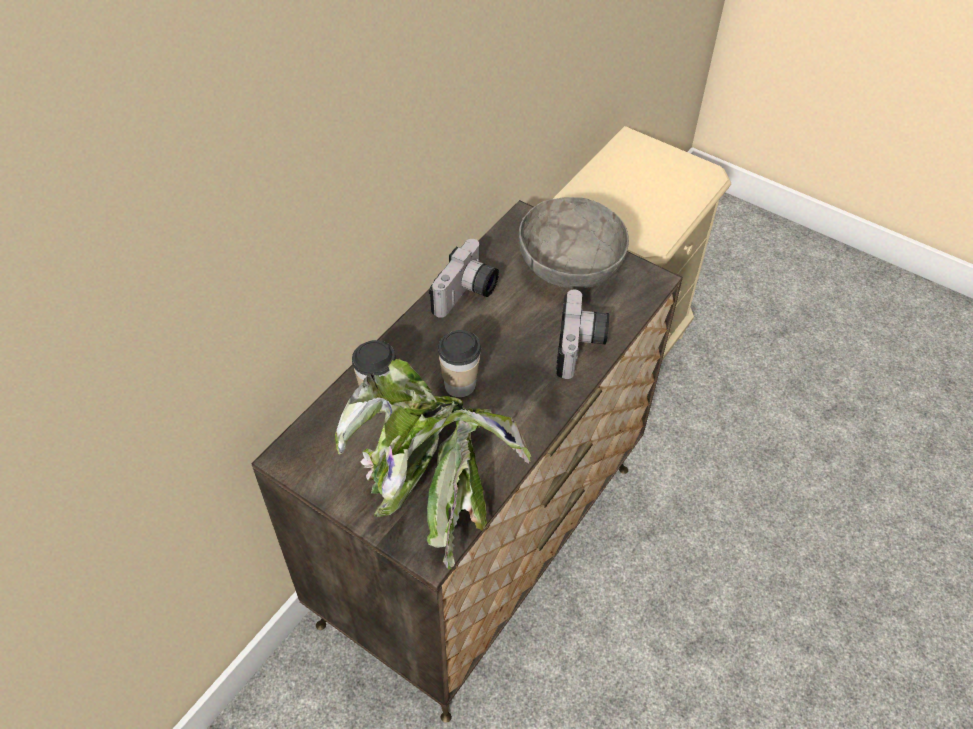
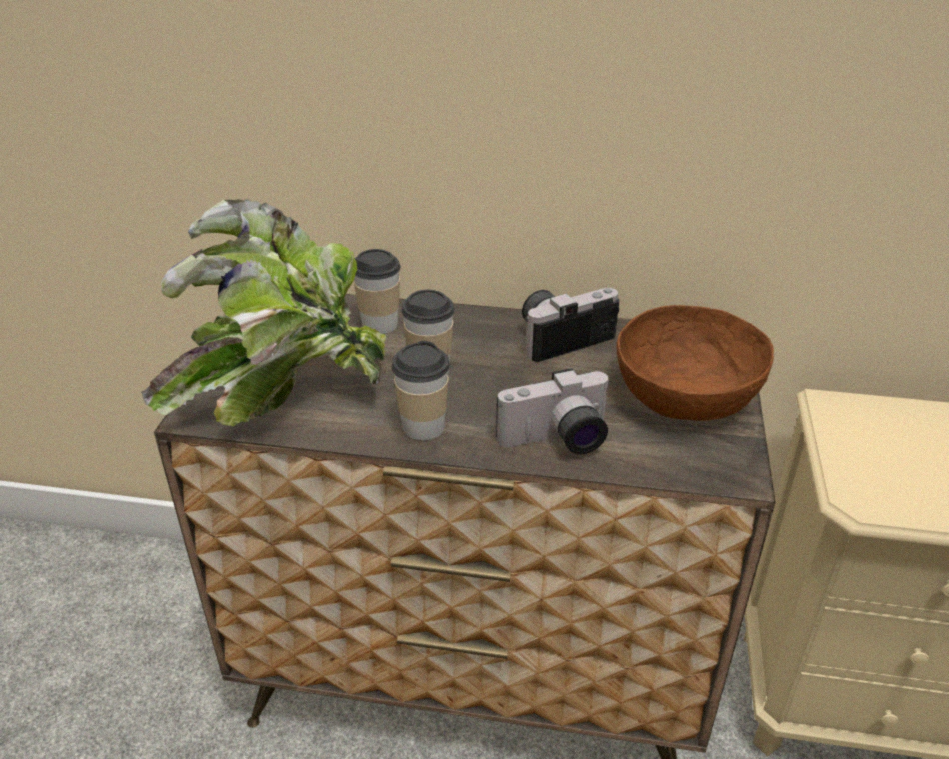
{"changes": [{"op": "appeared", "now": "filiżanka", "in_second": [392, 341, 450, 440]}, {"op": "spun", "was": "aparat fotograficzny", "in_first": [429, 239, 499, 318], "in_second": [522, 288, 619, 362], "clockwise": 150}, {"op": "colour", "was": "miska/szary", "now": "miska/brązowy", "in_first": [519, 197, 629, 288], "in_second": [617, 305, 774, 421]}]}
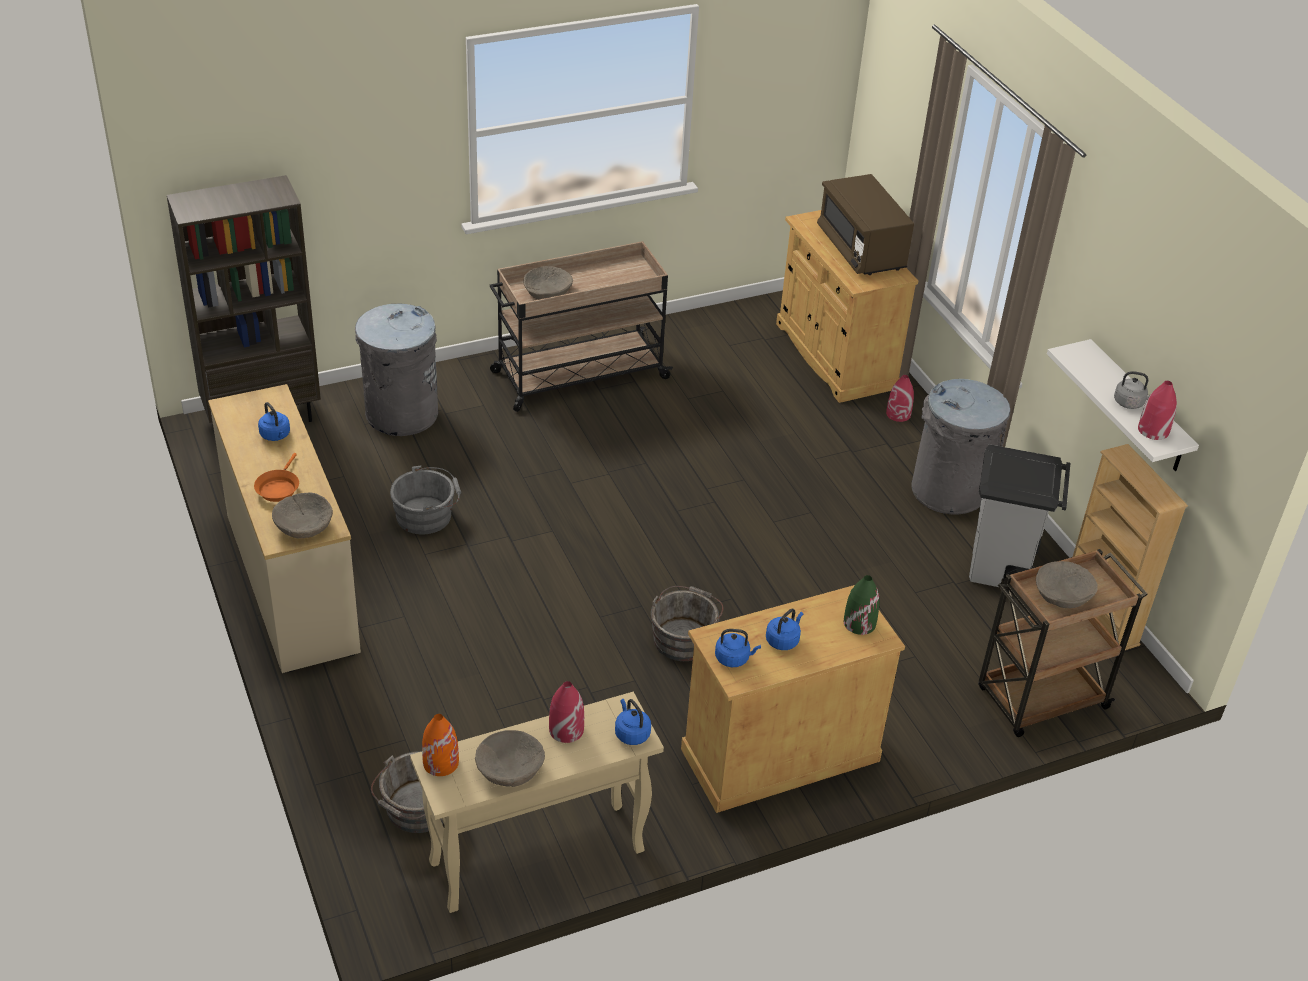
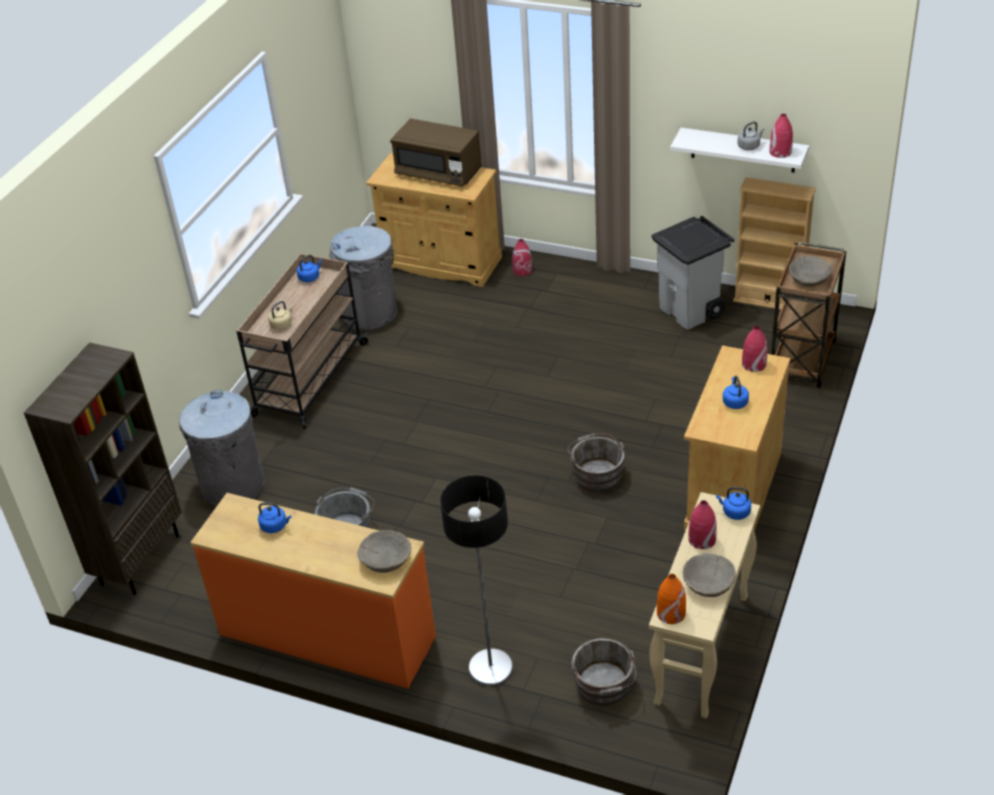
{"changes": [{"op": "colour", "was": "komoda/beżowy", "now": "komoda/pomarańczowy", "in_first": [208, 384, 361, 673], "in_second": [190, 493, 436, 689]}, {"op": "exchanged", "was": "miska/beżowy", "now": "czajnik/beżowy", "in_first": [524, 266, 573, 299], "in_second": [268, 301, 294, 330]}, {"op": "relocated", "was": "czajnik/niebieski", "in_first": [715, 629, 761, 667], "in_second": [297, 255, 322, 282]}, {"op": "relocated", "was": "kosz na śmieci/szary", "in_first": [911, 379, 1010, 515], "in_second": [329, 226, 398, 330]}, {"op": "appeared", "now": "lampa stojąca", "in_second": [440, 475, 513, 687]}, {"op": "colour", "was": "wazon/zielony", "now": "wazon/czerwony", "in_first": [844, 575, 880, 635], "in_second": [742, 326, 767, 372]}, {"op": "missing", "was": "patelnia/pomarańczowy", "in_first": [254, 453, 299, 502]}]}
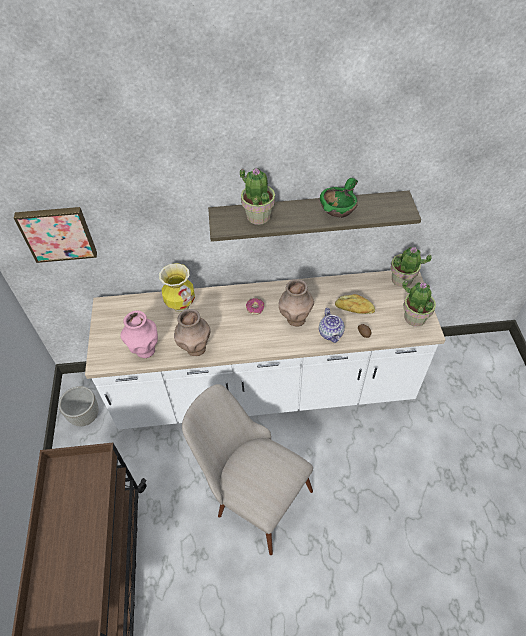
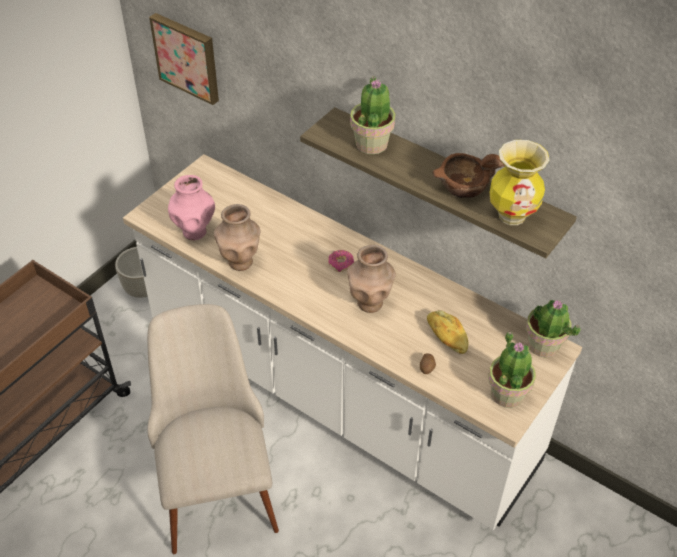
{"changes": [{"op": "colour", "was": "miska/zielony", "now": "miska/brązowy", "in_first": [320, 178, 358, 218], "in_second": [433, 153, 505, 198]}, {"op": "relocated", "was": "wazon", "in_first": [159, 263, 195, 313], "in_second": [489, 140, 550, 225]}, {"op": "missing", "was": "imbryk", "in_first": [319, 308, 345, 343]}]}
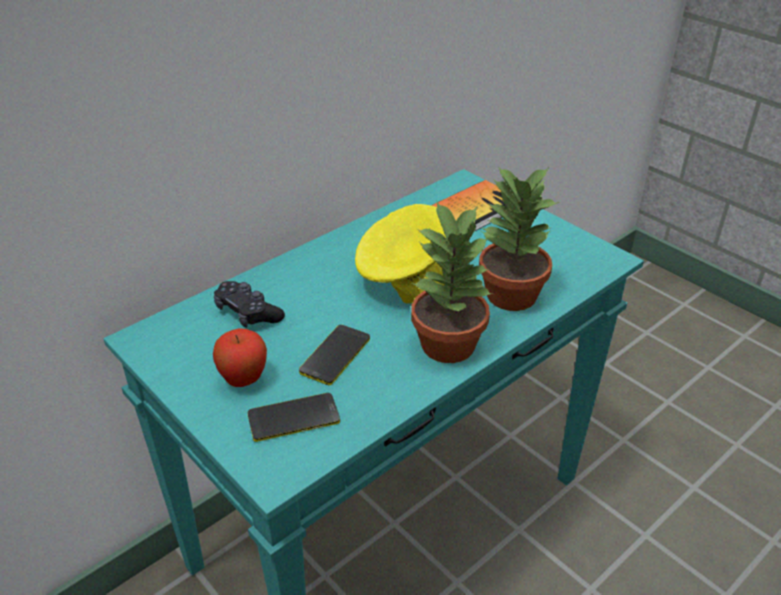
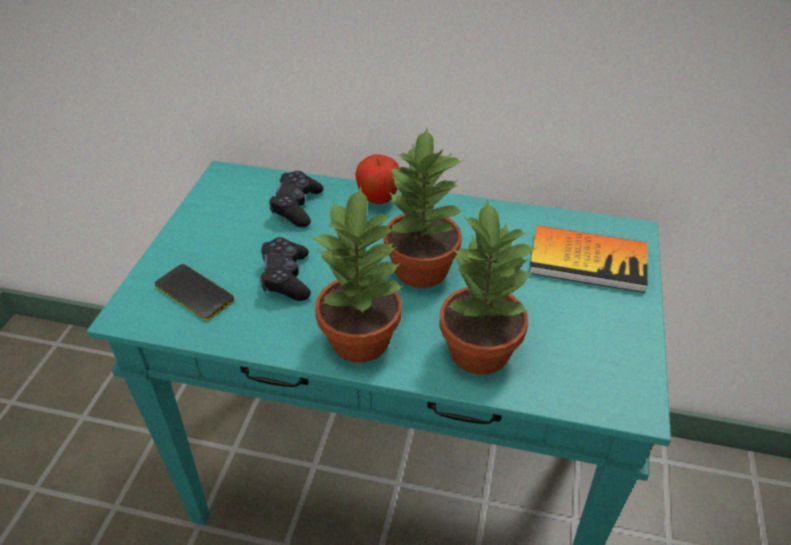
{"changes": [{"op": "exchanged", "was": "telefon", "now": "pad do gier/czarny", "in_first": [299, 325, 370, 385], "in_second": [260, 237, 311, 301]}, {"op": "relocated", "was": "jabłko", "in_first": [213, 329, 267, 387], "in_second": [355, 154, 399, 204]}, {"op": "exchanged", "was": "miska/żółty", "now": "roślina doniczkowa", "in_first": [355, 204, 446, 304], "in_second": [384, 128, 465, 288]}]}
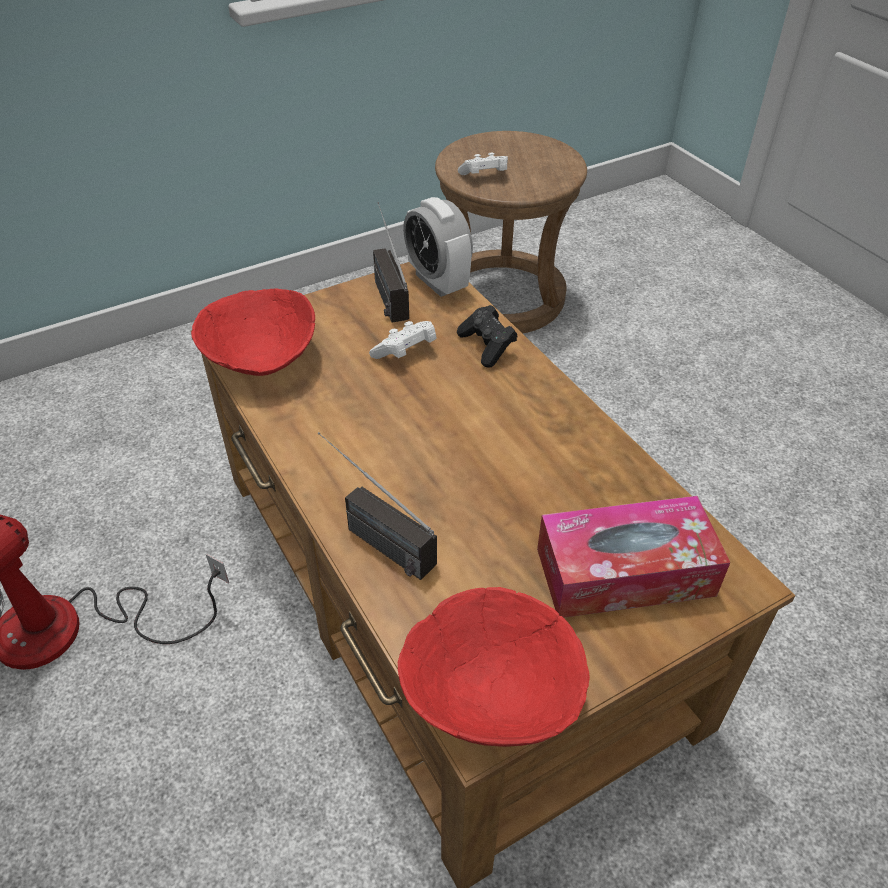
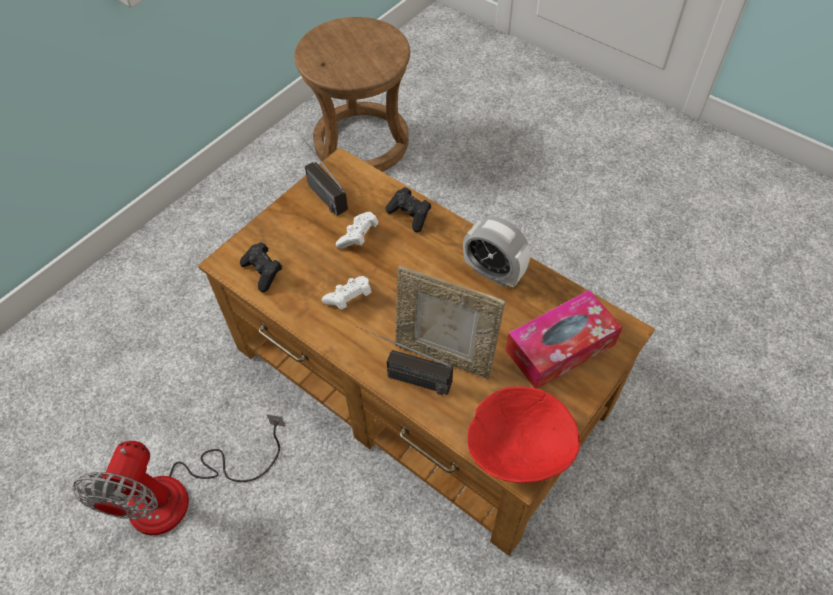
{"changes": [{"op": "exchanged", "was": "miska/czerwony", "now": "pad do gier/czarny", "in_first": [191, 288, 315, 376], "in_second": [240, 242, 282, 292]}, {"op": "relocated", "was": "pad do gier/biały", "in_first": [458, 152, 508, 175], "in_second": [321, 276, 372, 310]}, {"op": "appeared", "now": "ramka na zdjęcie", "in_second": [395, 265, 505, 379]}, {"op": "relocated", "was": "budzik", "in_first": [403, 197, 473, 297], "in_second": [463, 217, 530, 287]}]}
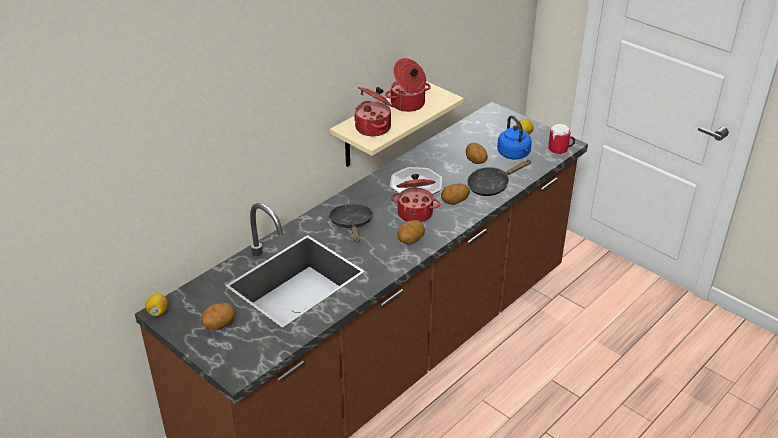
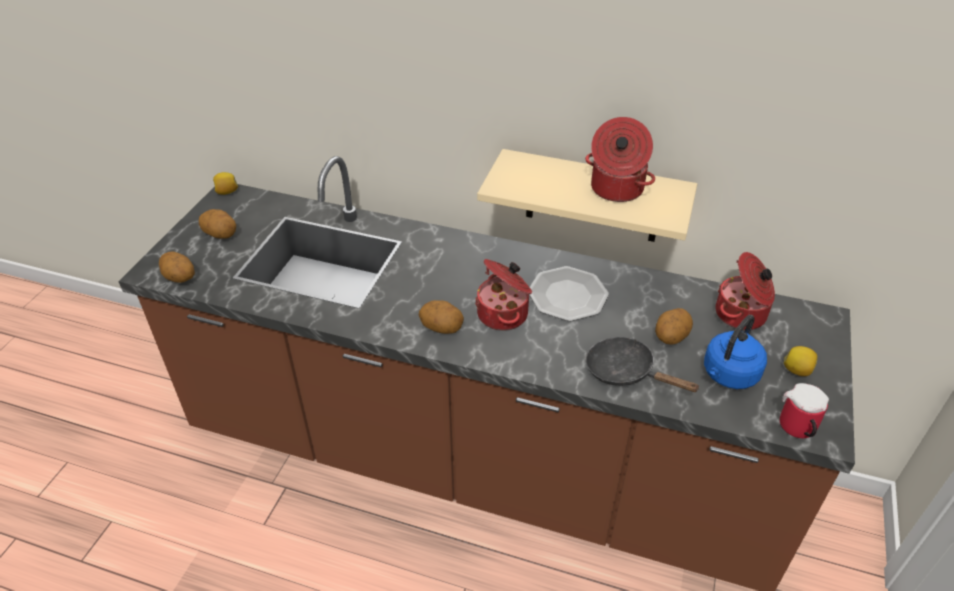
{"changes": [{"op": "relocated", "was": "ziemniak", "in_first": [441, 184, 470, 205], "in_second": [159, 251, 195, 283]}, {"op": "relocated", "was": "garnek", "in_first": [354, 87, 393, 136], "in_second": [715, 252, 775, 330]}, {"op": "missing", "was": "patelnia/czarny", "in_first": [329, 204, 373, 243]}]}
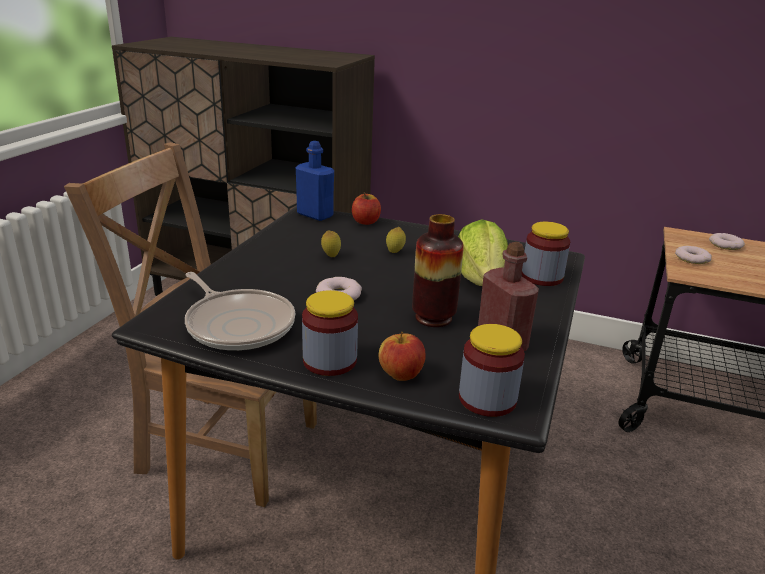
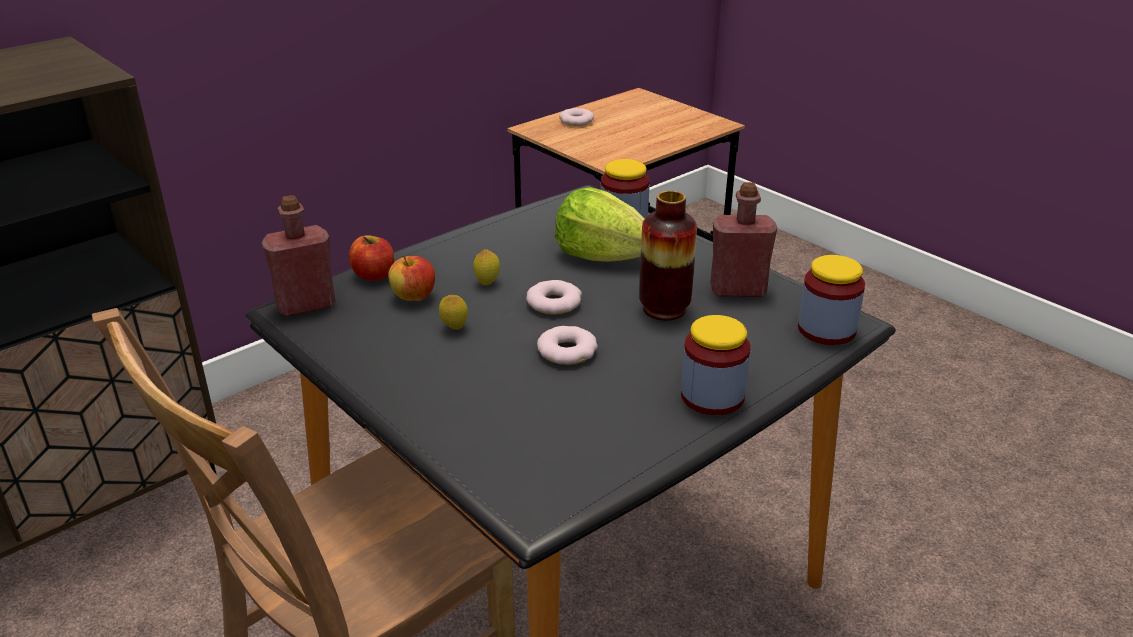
{"changes": [{"op": "colour", "was": "butelka/niebieski", "now": "butelka/czerwony", "in_first": [296, 141, 334, 221], "in_second": [262, 195, 336, 317]}, {"op": "relocated", "was": "jabłko", "in_first": [379, 332, 426, 381], "in_second": [388, 256, 435, 301]}, {"op": "relocated", "was": "donut", "in_first": [675, 246, 712, 264], "in_second": [526, 280, 582, 315]}, {"op": "missing", "was": "patelnia", "in_first": [185, 272, 295, 351]}]}
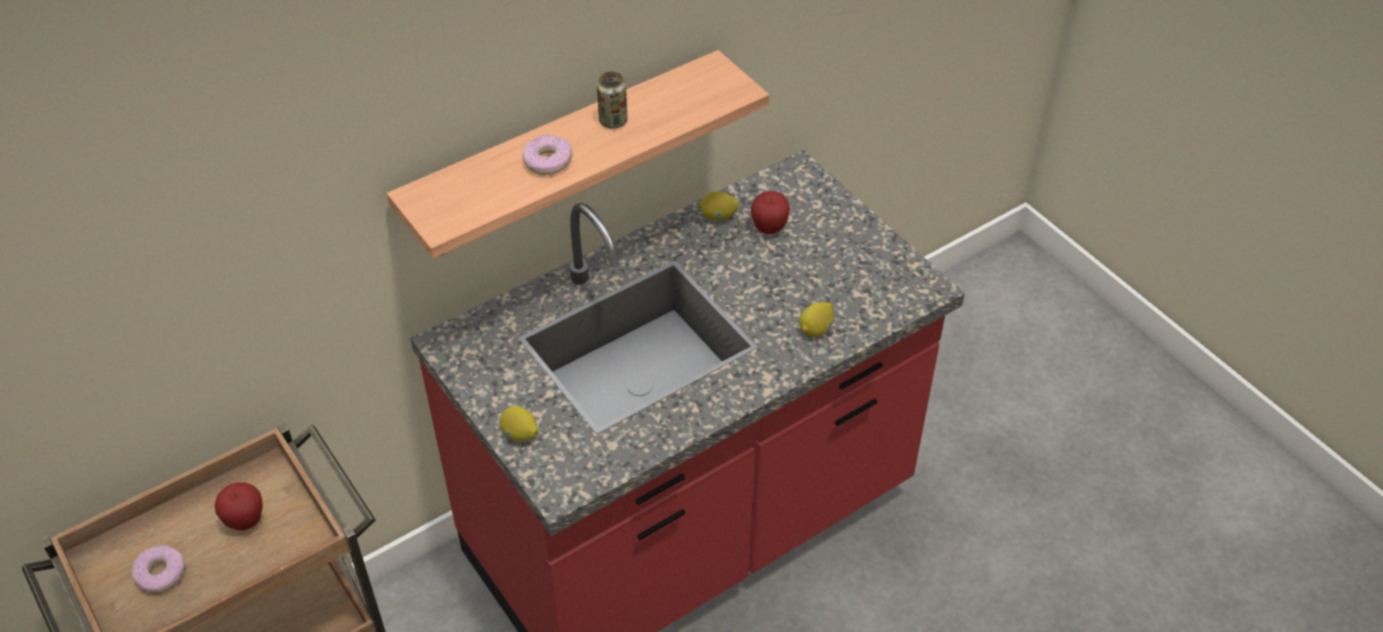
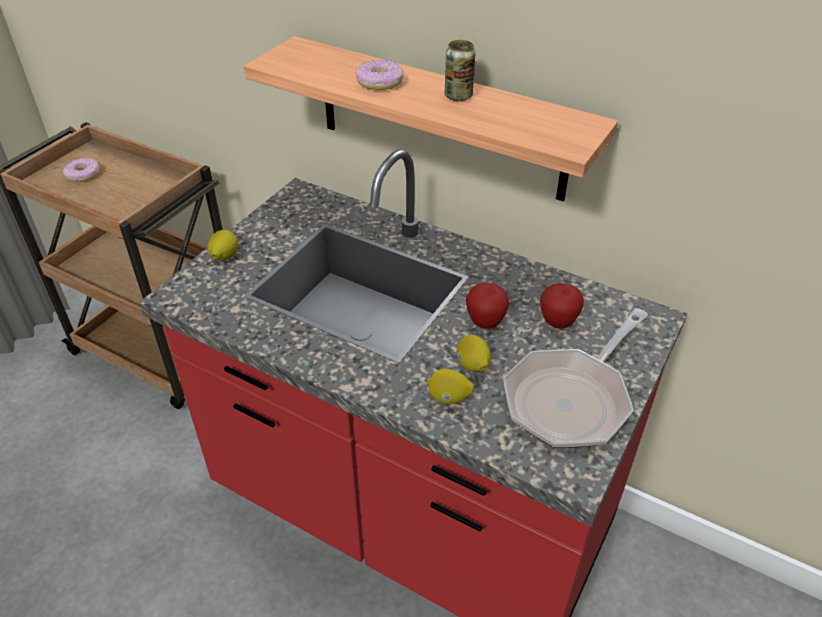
{"changes": [{"op": "relocated", "was": "cytryna", "in_first": [699, 192, 739, 221], "in_second": [457, 335, 491, 372]}, {"op": "relocated", "was": "jabłko", "in_first": [215, 482, 263, 530], "in_second": [466, 283, 510, 329]}, {"op": "appeared", "now": "patelnia", "in_second": [503, 308, 648, 448]}]}
